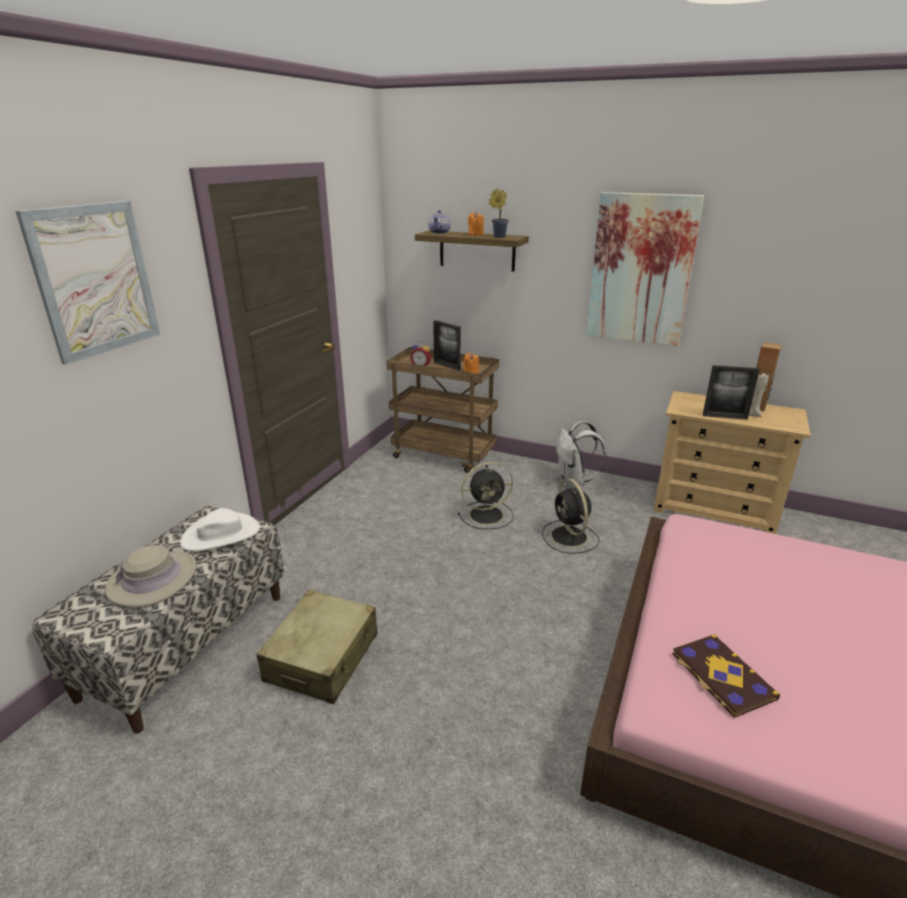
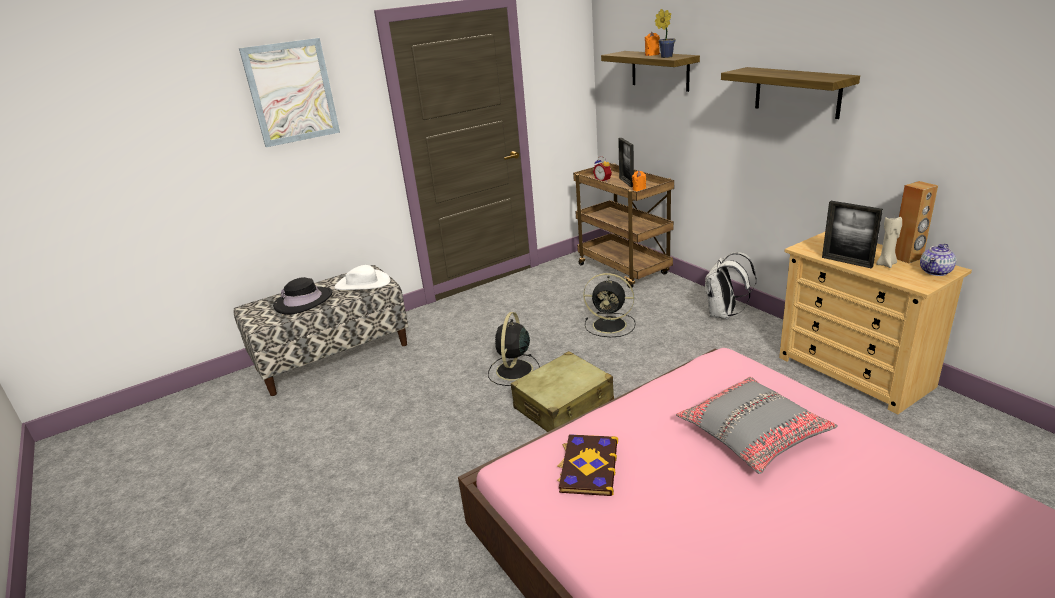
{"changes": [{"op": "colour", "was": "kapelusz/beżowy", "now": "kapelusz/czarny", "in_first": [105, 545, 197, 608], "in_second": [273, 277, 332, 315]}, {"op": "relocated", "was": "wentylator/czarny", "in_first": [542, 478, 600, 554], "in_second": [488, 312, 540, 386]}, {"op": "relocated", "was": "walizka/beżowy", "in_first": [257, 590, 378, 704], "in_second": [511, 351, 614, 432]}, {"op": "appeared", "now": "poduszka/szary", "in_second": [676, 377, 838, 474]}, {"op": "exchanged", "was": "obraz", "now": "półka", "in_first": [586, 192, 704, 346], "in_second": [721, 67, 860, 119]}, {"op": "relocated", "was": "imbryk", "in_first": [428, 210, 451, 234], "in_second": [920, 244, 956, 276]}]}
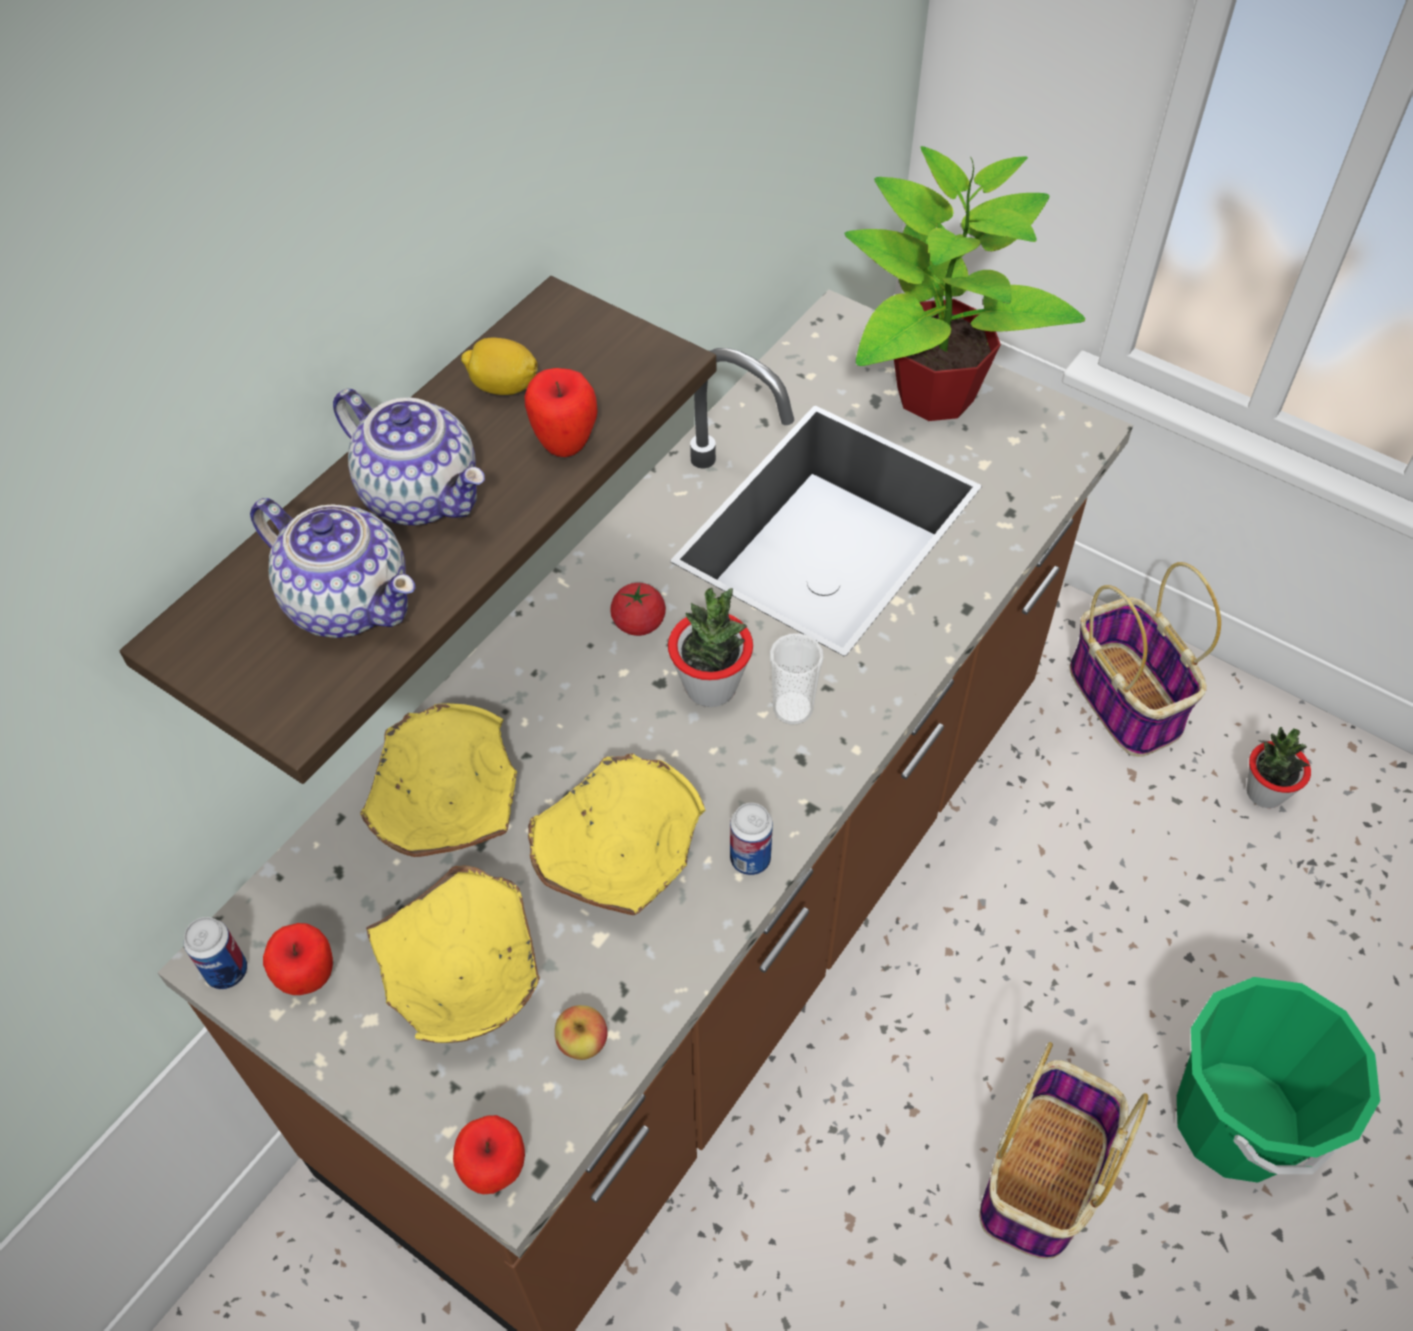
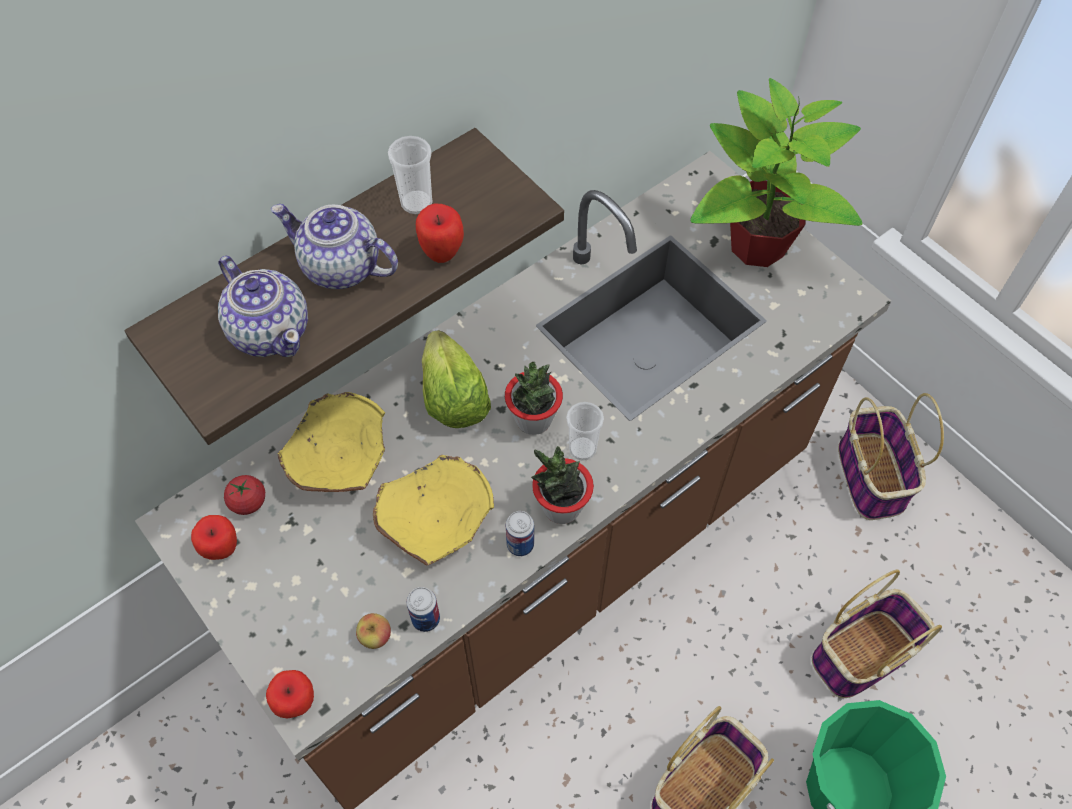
{"changes": [{"op": "relocated", "was": "pomidor", "in_first": [610, 583, 666, 636], "in_second": [224, 475, 265, 515]}, {"op": "spun", "was": "imbryk", "in_first": [333, 389, 485, 525], "in_second": [271, 204, 398, 289], "clockwise": 150}, {"op": "exchanged", "was": "cytryna", "now": "filiżanka", "in_first": [461, 338, 538, 395], "in_second": [388, 136, 433, 214]}, {"op": "relocated", "was": "puszka", "in_first": [184, 917, 247, 990], "in_second": [406, 587, 440, 632]}, {"op": "appeared", "now": "sałata", "in_second": [422, 330, 491, 428]}, {"op": "relocated", "was": "roślina doniczkowa", "in_first": [1247, 727, 1311, 808], "in_second": [531, 446, 594, 524]}, {"op": "appeared", "now": "koszyk", "in_second": [812, 570, 942, 698]}, {"op": "missing", "was": "miska/żółty", "in_first": [366, 865, 540, 1043]}]}
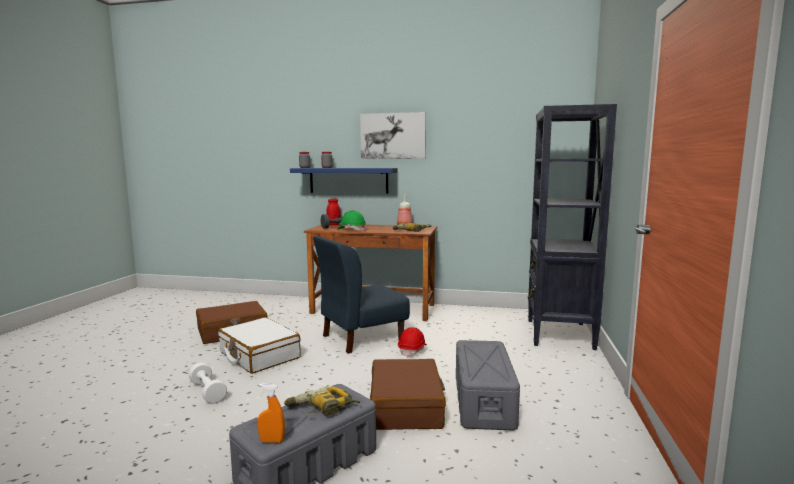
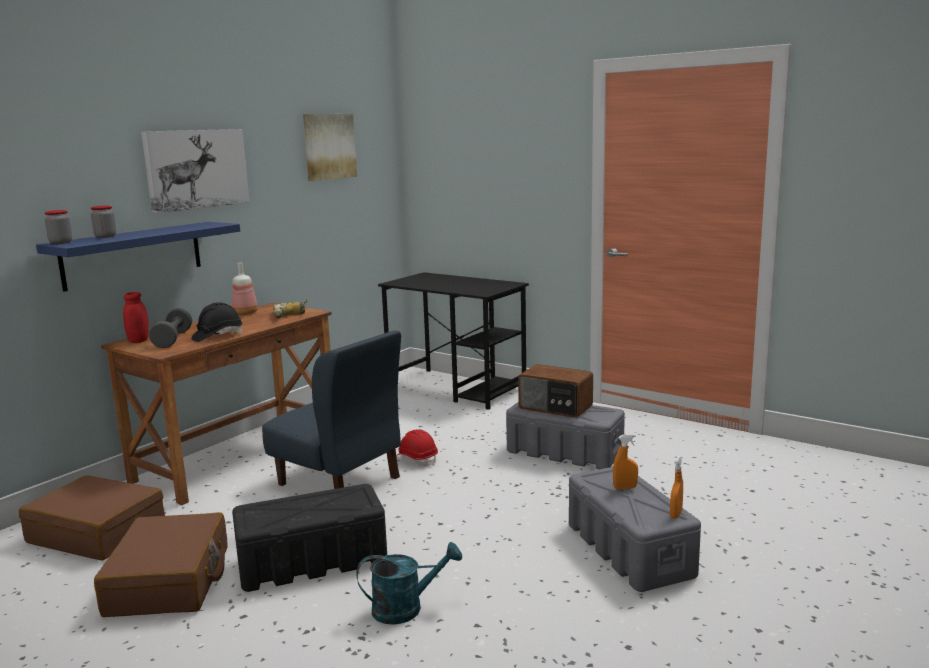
{"changes": [{"op": "relocated", "was": "walizka/brązowy", "in_first": [370, 359, 446, 430], "in_second": [19, 475, 165, 560]}, {"op": "colour", "was": "kask/zielony", "now": "kask/czarny", "in_first": [338, 210, 366, 231], "in_second": [192, 302, 243, 342]}, {"op": "exchanged", "was": "walizka/biały", "now": "pojemnik do przechowywania/czarny", "in_first": [218, 317, 301, 374], "in_second": [232, 484, 387, 592]}, {"op": "spun", "was": "krzesło/niebieski", "in_first": [313, 236, 410, 354], "in_second": [262, 330, 401, 489], "clockwise": -45}, {"op": "appeared", "now": "obraz", "in_second": [303, 114, 357, 181]}, {"op": "exchanged", "was": "hantel/biały", "now": "konewka/turkusowy", "in_first": [189, 363, 227, 404], "in_second": [357, 542, 462, 625]}, {"op": "exchanged", "was": "regał/czarny", "now": "biurko/czarny", "in_first": [528, 104, 617, 350], "in_second": [378, 272, 529, 410]}, {"op": "appeared", "now": "radio", "in_second": [518, 364, 593, 418]}, {"op": "exchanged", "was": "wiertarka", "now": "spryskiwacz/pomarańczowy", "in_first": [284, 387, 360, 416], "in_second": [613, 434, 638, 489]}]}
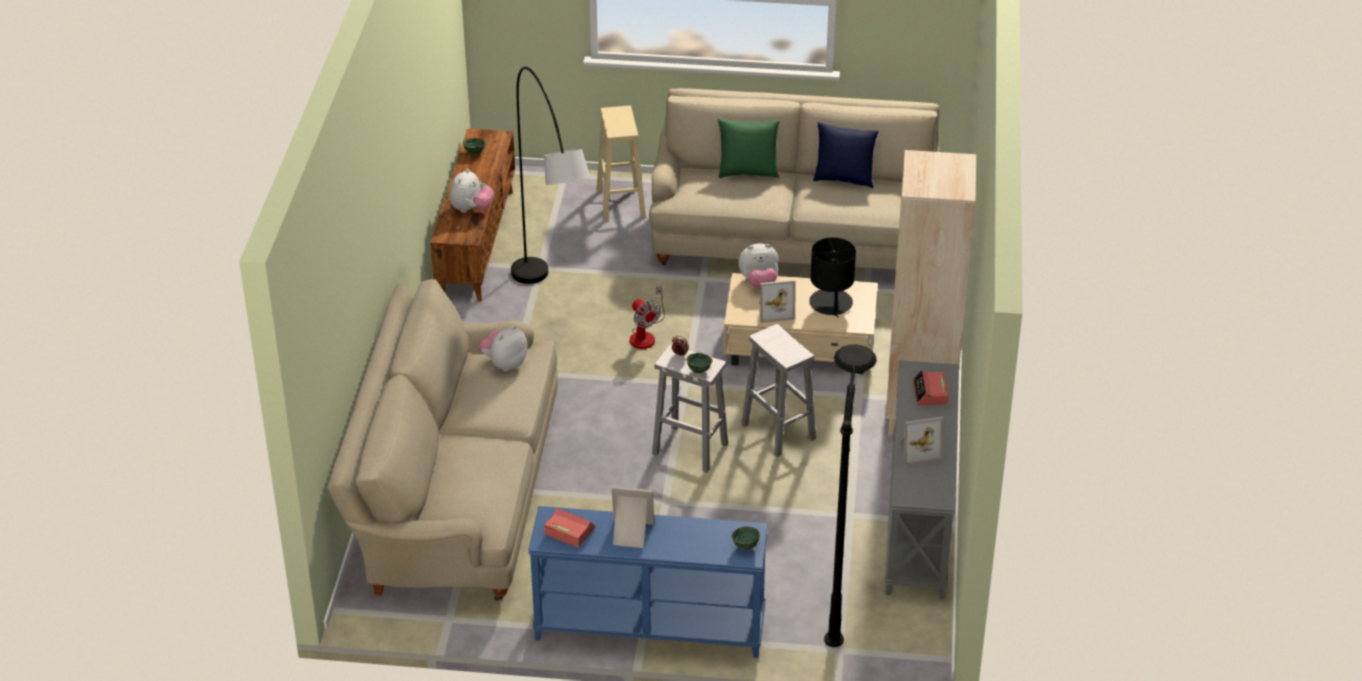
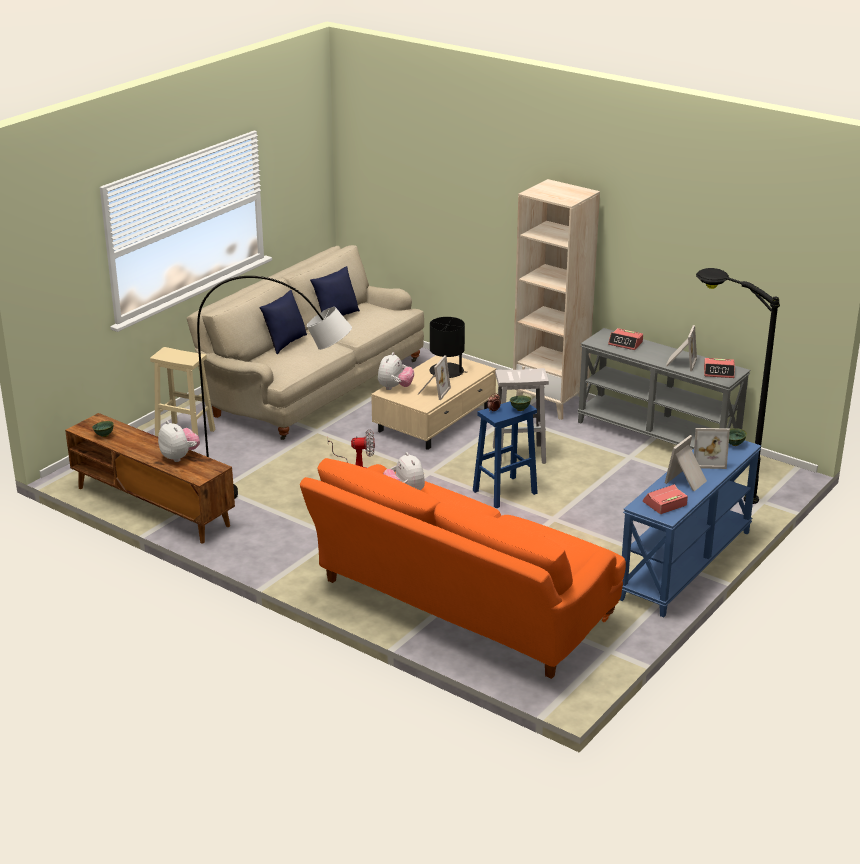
{"changes": [{"op": "colour", "was": "poduszka/zielony", "now": "poduszka/niebieski", "in_first": [718, 119, 780, 178], "in_second": [259, 290, 307, 354]}, {"op": "colour", "was": "kanapa/beżowy", "now": "kanapa/pomarańczowy", "in_first": [327, 279, 558, 601], "in_second": [300, 458, 626, 679]}, {"op": "colour", "was": "stołek/biały", "now": "stołek/niebieski", "in_first": [652, 344, 728, 472], "in_second": [473, 401, 538, 508]}, {"op": "appeared", "now": "ramka na zdjęcie", "in_second": [694, 428, 730, 469]}, {"op": "appeared", "now": "budzik", "in_second": [704, 358, 735, 378]}]}
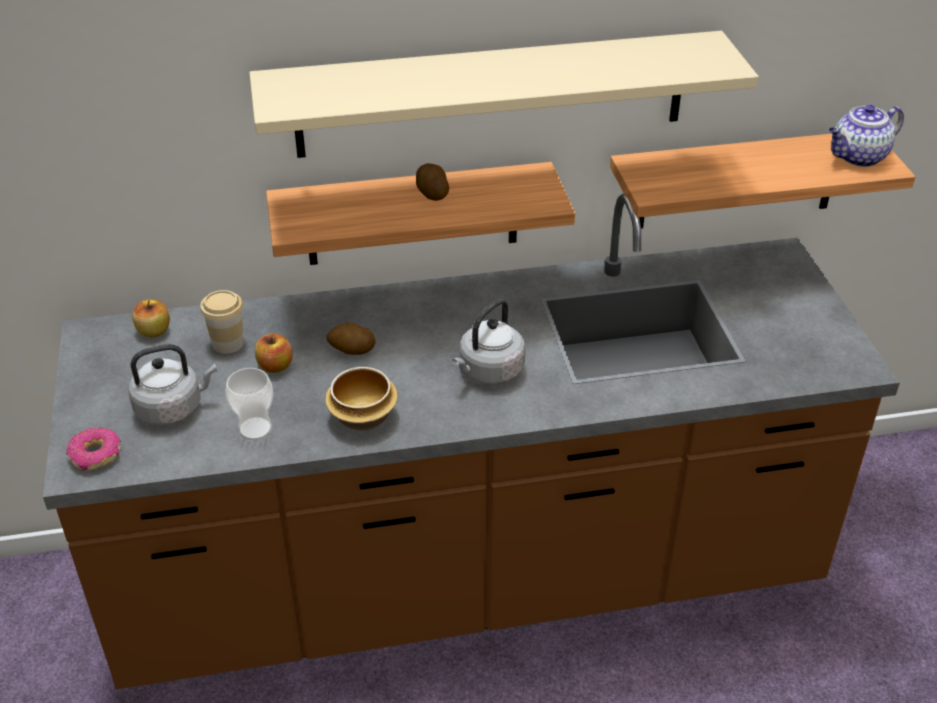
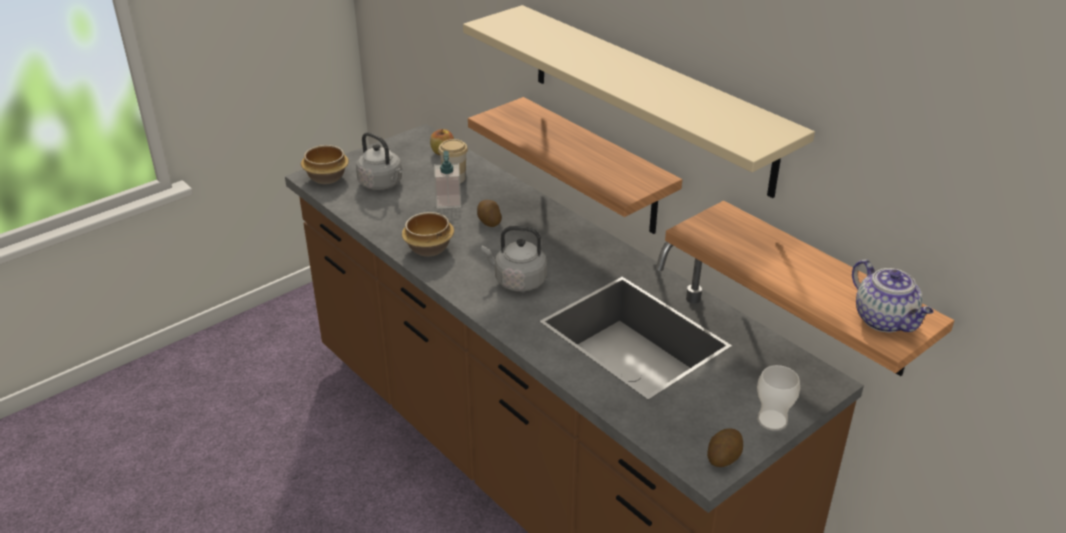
{"changes": [{"op": "exchanged", "was": "donut", "now": "miska", "in_first": [66, 427, 121, 471], "in_second": [301, 145, 349, 184]}, {"op": "exchanged", "was": "jabłko", "now": "dozownik mydła", "in_first": [255, 334, 292, 373], "in_second": [434, 151, 461, 209]}, {"op": "relocated", "was": "ziemniak", "in_first": [416, 163, 449, 201], "in_second": [707, 428, 743, 467]}, {"op": "relocated", "was": "filiżanka", "in_first": [226, 368, 273, 440], "in_second": [757, 365, 800, 431]}, {"op": "spun", "was": "imbryk", "in_first": [829, 105, 904, 167], "in_second": [852, 259, 934, 332], "clockwise": -150}]}
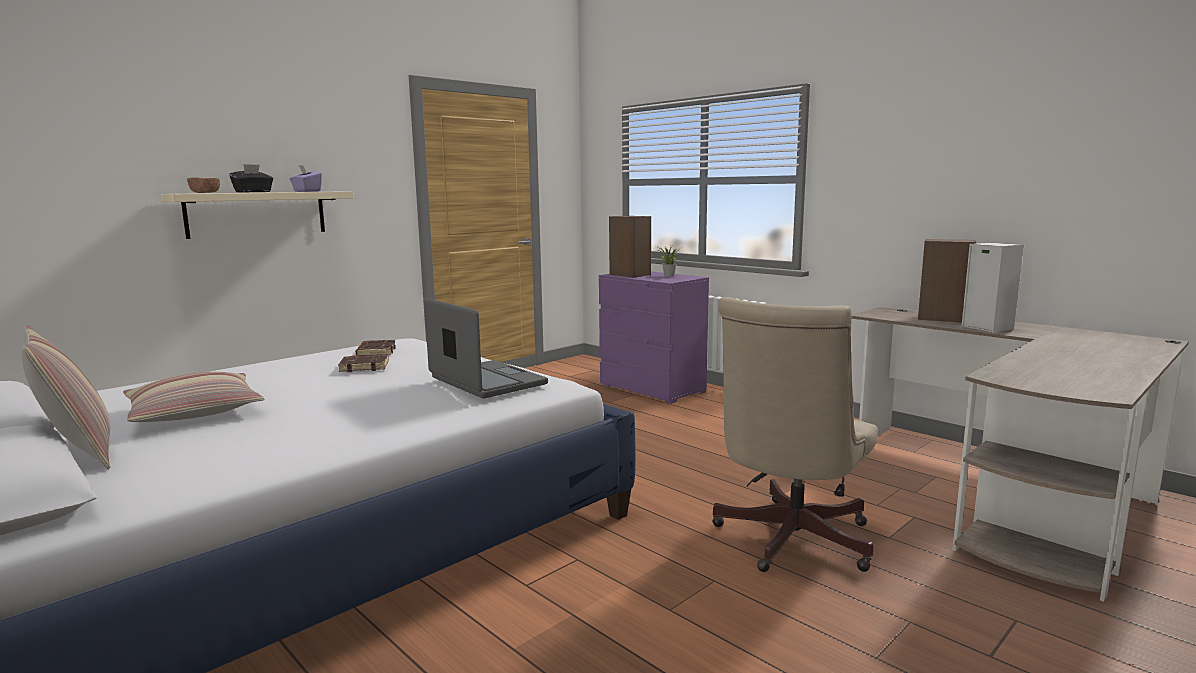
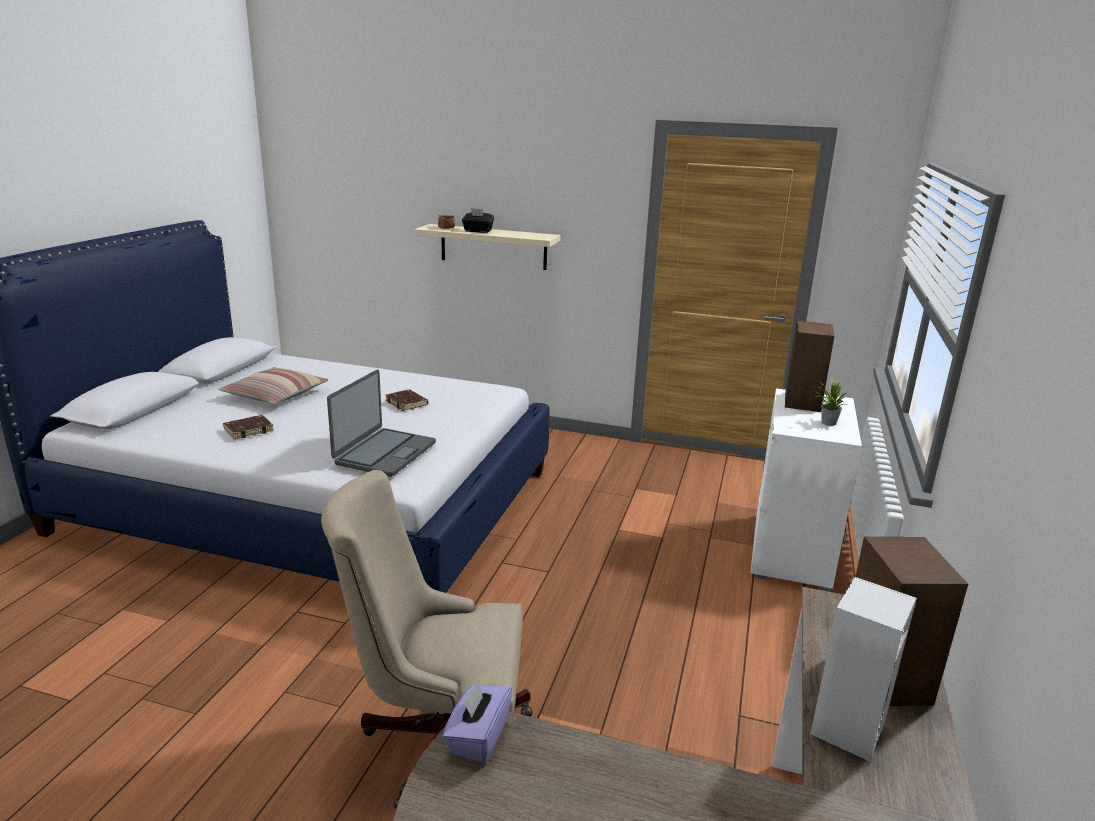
{"changes": [{"op": "relocated", "was": "książka/brązowy", "in_first": [356, 340, 396, 356], "in_second": [223, 415, 274, 439]}, {"op": "relocated", "was": "pudełko chusteczek/fioletowy", "in_first": [290, 165, 322, 192], "in_second": [442, 680, 512, 764]}, {"op": "colour", "was": "komoda/fioletowy", "now": "komoda/biały", "in_first": [599, 271, 709, 404], "in_second": [750, 388, 862, 592]}, {"op": "missing", "was": "poduszka", "in_first": [21, 325, 110, 470]}]}
